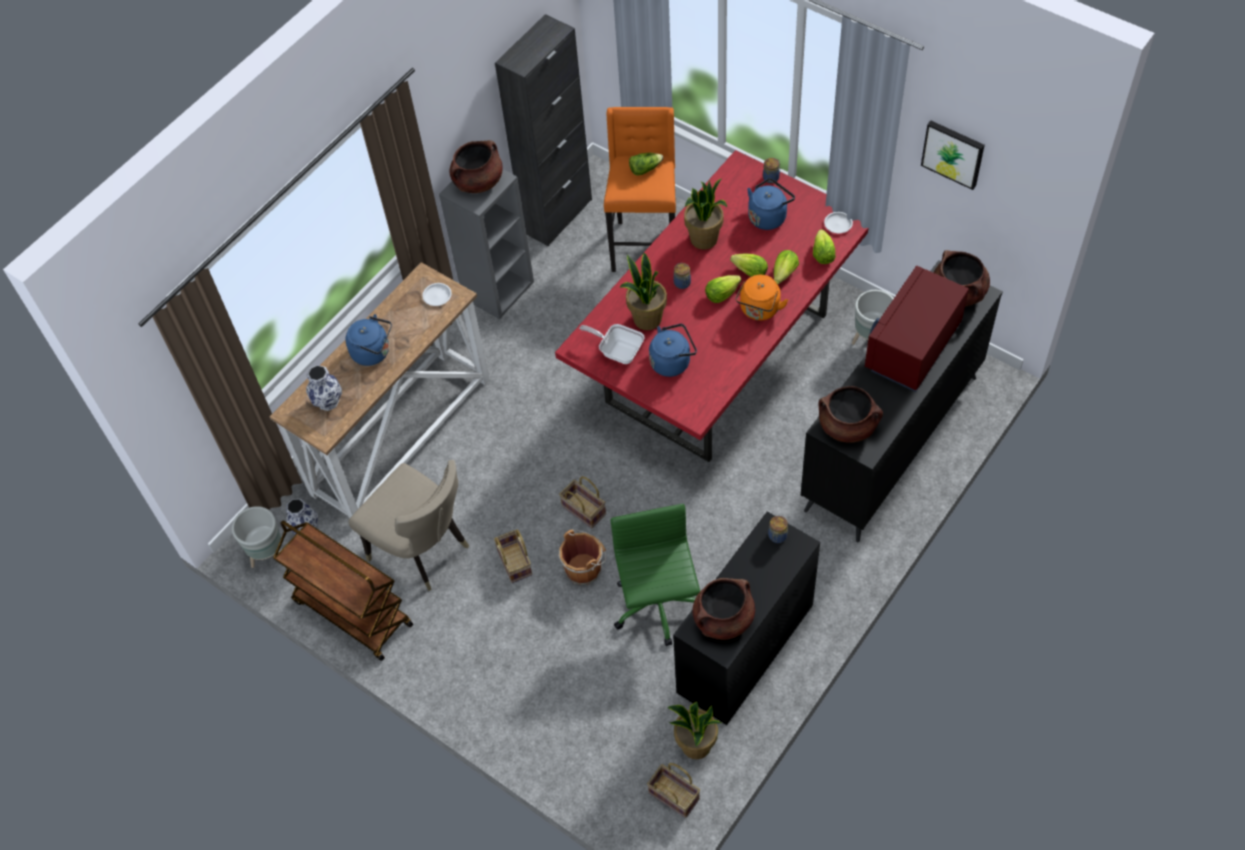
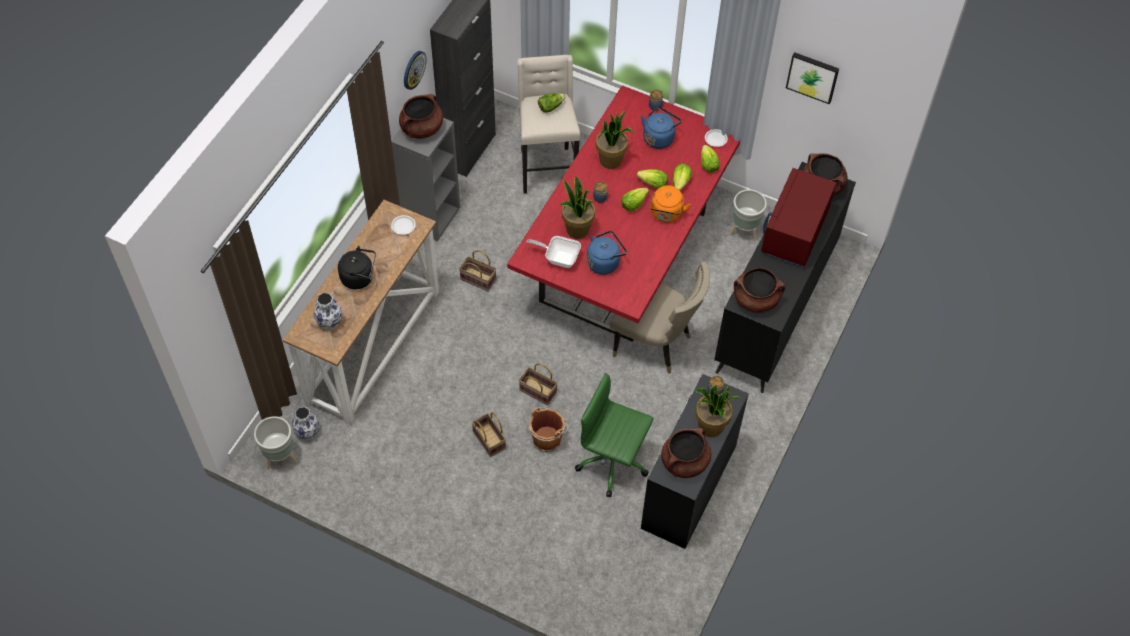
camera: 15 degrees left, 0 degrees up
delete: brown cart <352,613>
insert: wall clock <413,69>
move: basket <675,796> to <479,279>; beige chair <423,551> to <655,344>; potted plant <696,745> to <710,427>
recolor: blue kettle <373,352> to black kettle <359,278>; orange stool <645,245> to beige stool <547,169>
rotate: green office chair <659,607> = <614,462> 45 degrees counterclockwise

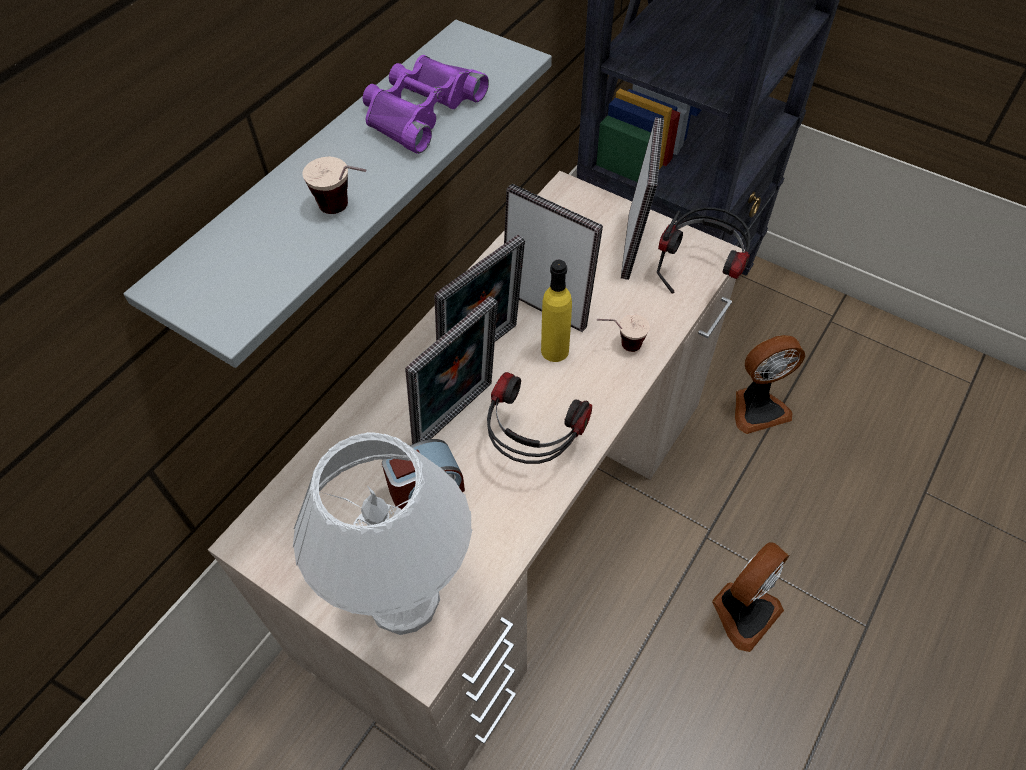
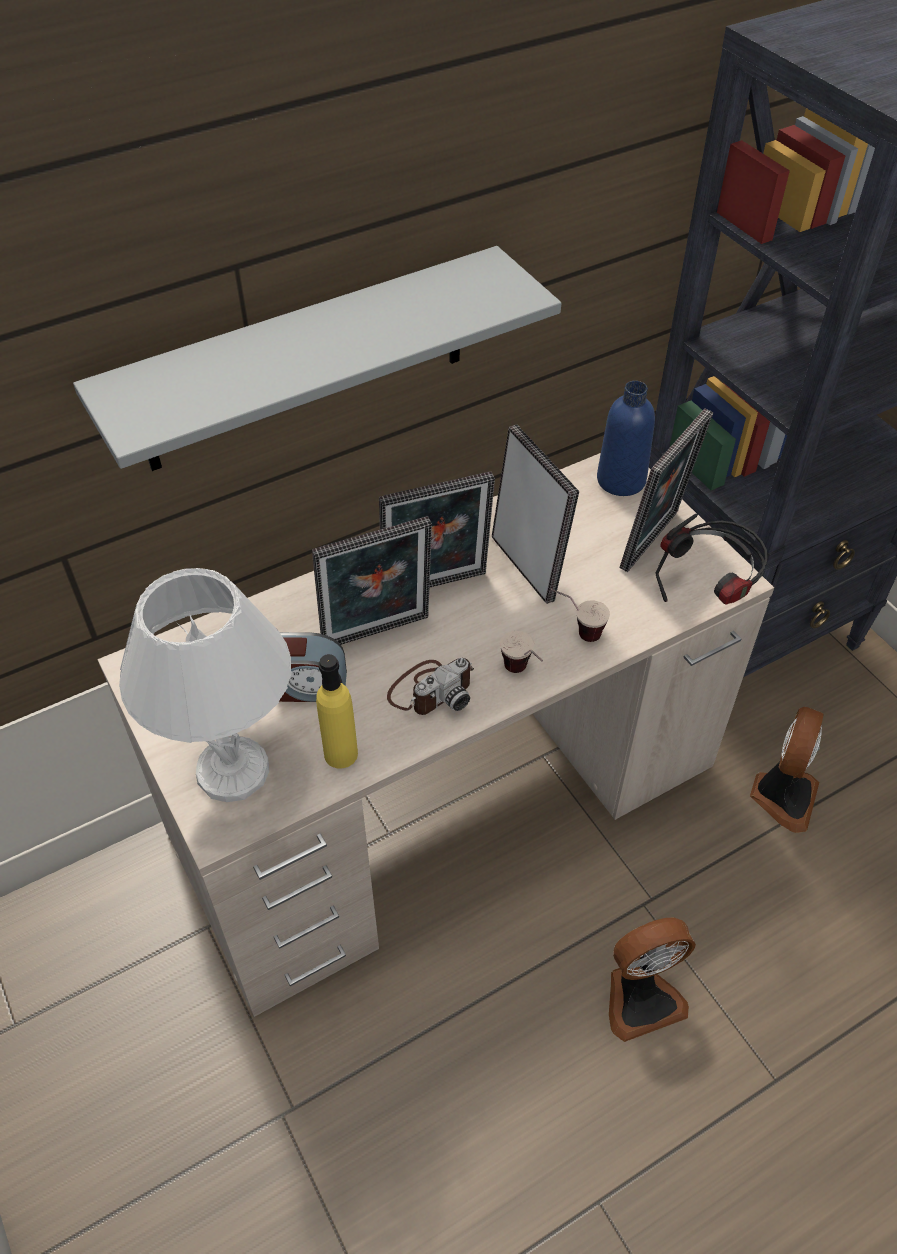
camera: 25 degrees right, 5 degrees down
delete: purple binoculars <420,110>
insert: blue bottle <621,480>
move: yellow bottle <555,350> to <341,754>; cup <347,212> to <522,674>
replace: headphones <533,447> to photo camera <431,690>
rotate: fan <757,407> = <782,796> 75 degrees counterclockwise

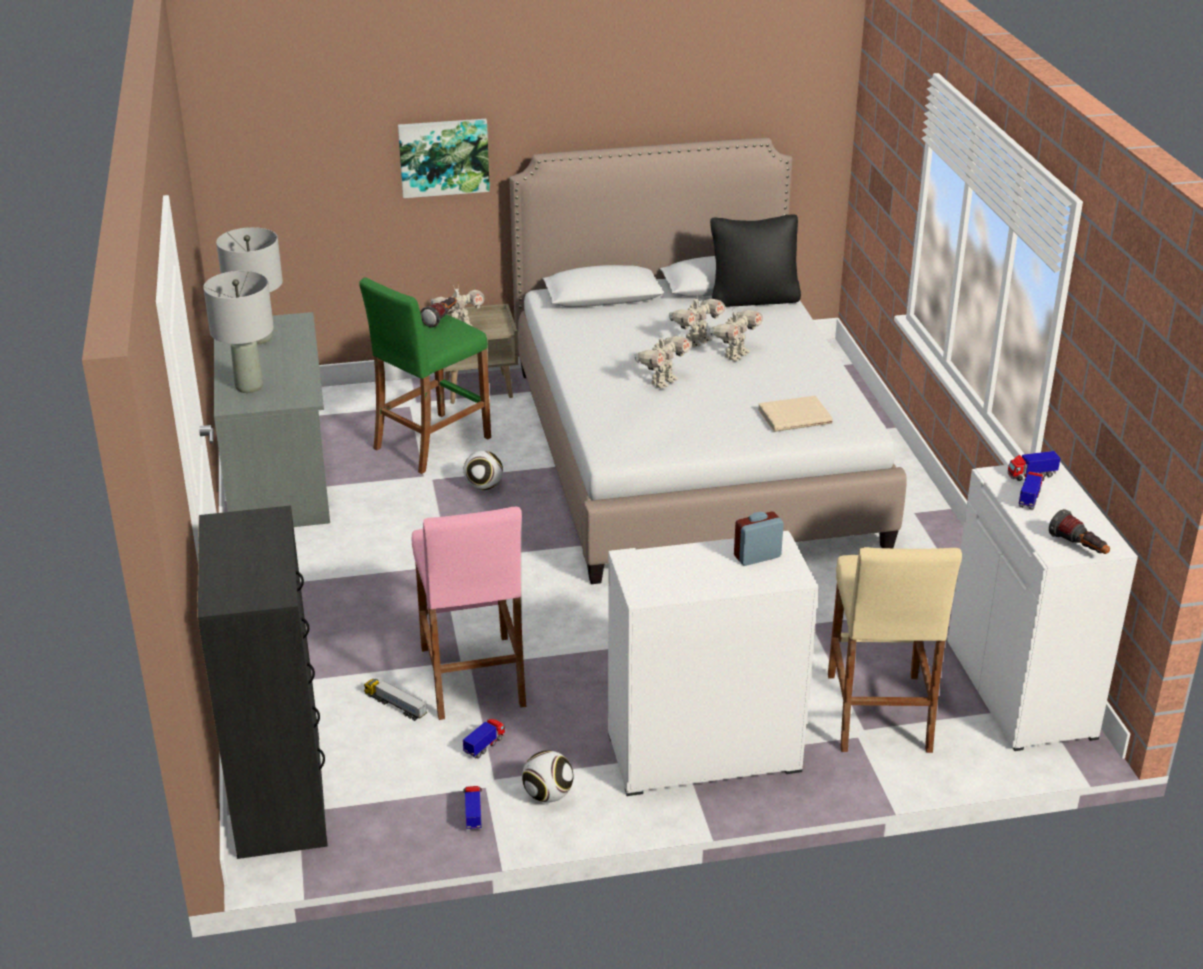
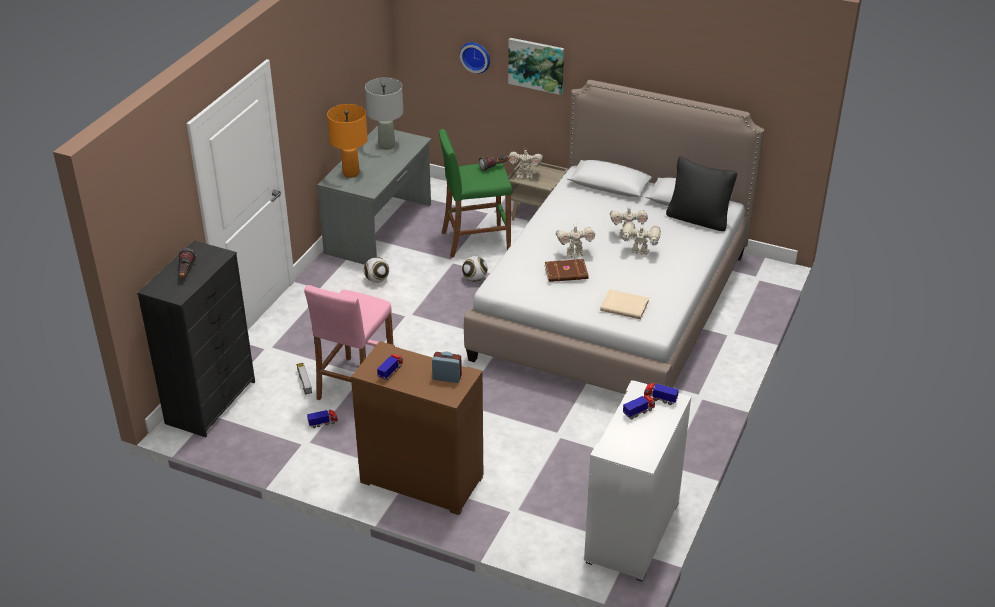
camera: 35 degrees right, 5 degrees up
delete: beige stool <878,713>
insert: wall clock <476,56>; brown book <566,273>
move: flashlight <1079,548> to <186,272>; football <547,795> to <377,280>; toy truck <473,816> to <390,372>
recolor: grey table lamp <249,387> to orange table lamp <350,173>; white cabinet <702,754> to brown cabinet <420,480>
rotate: toy robot <735,355> = <639,253> 150 degrees counterclockwise

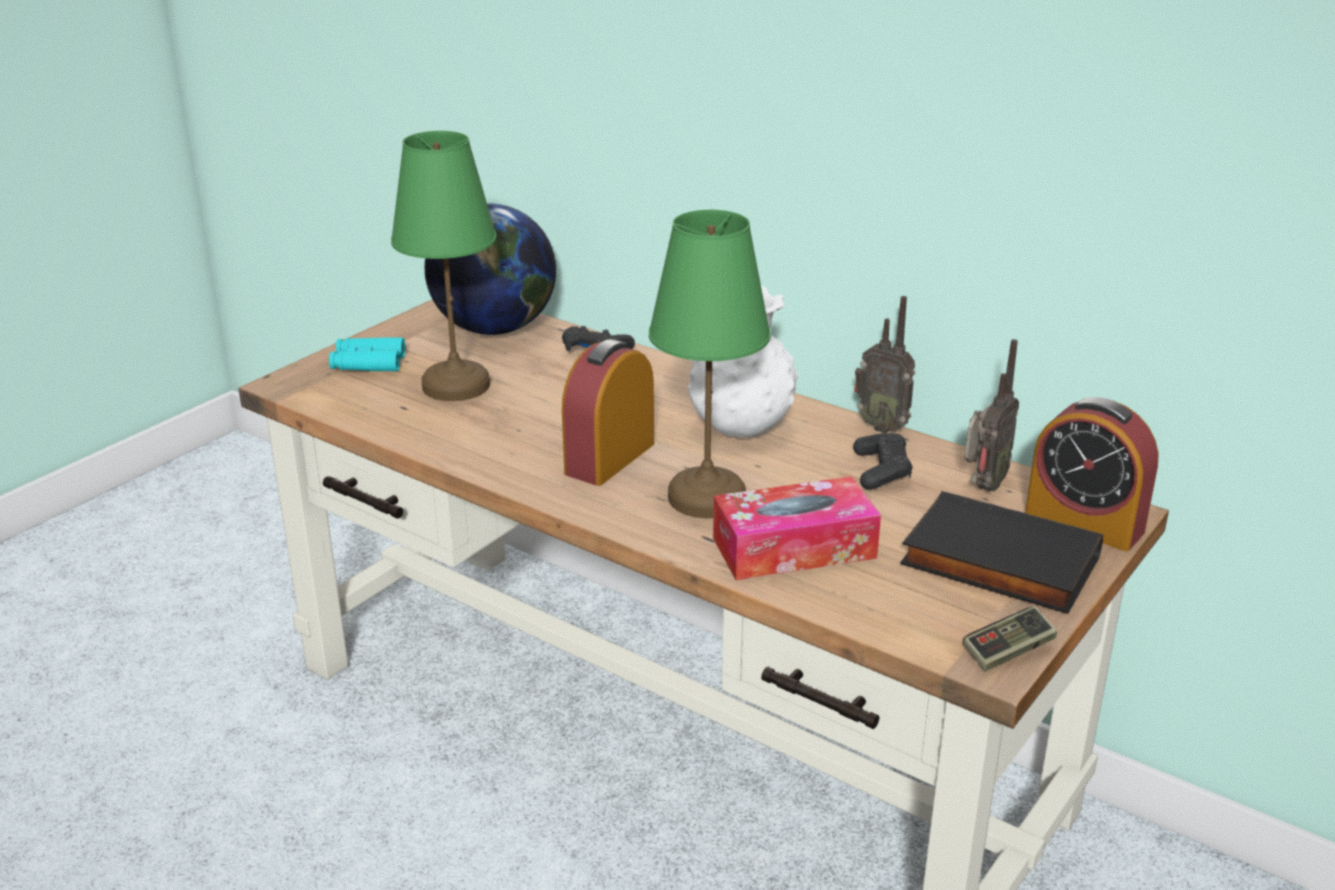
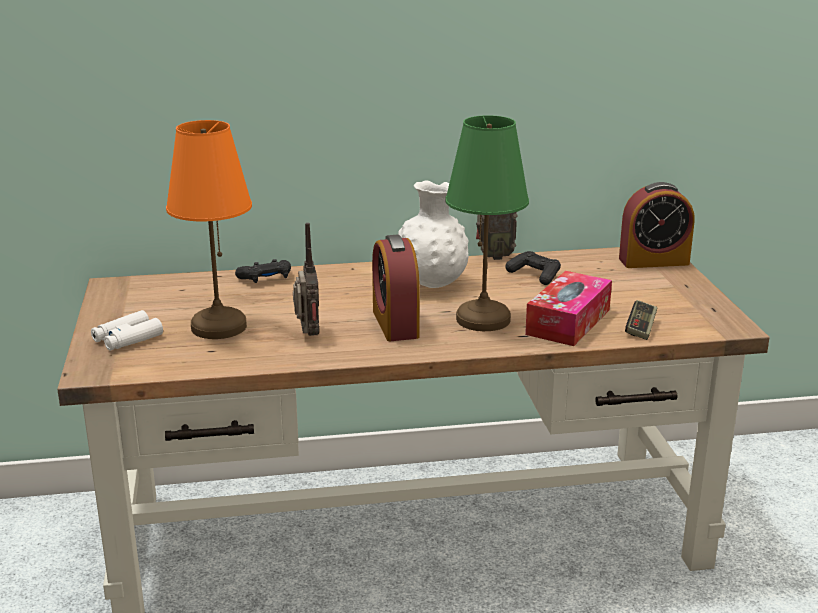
camera: 45 degrees left, 5 degrees down
delete: globe <495,328>; black book <997,563>
move: radio <982,486> to <307,335>; game controller <1008,651> to <641,328>
recolor: turquoise binoculars <368,363> to white binoculars <127,339>; green table lamp <454,385> to orange table lamp <217,327>

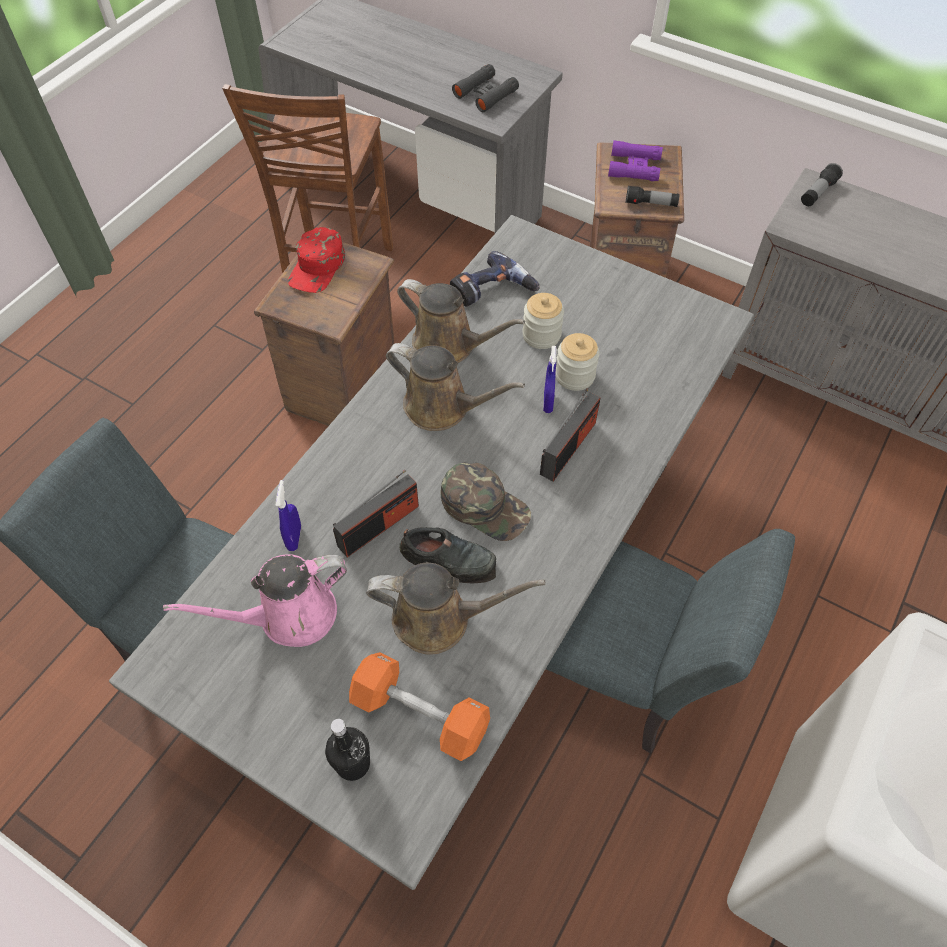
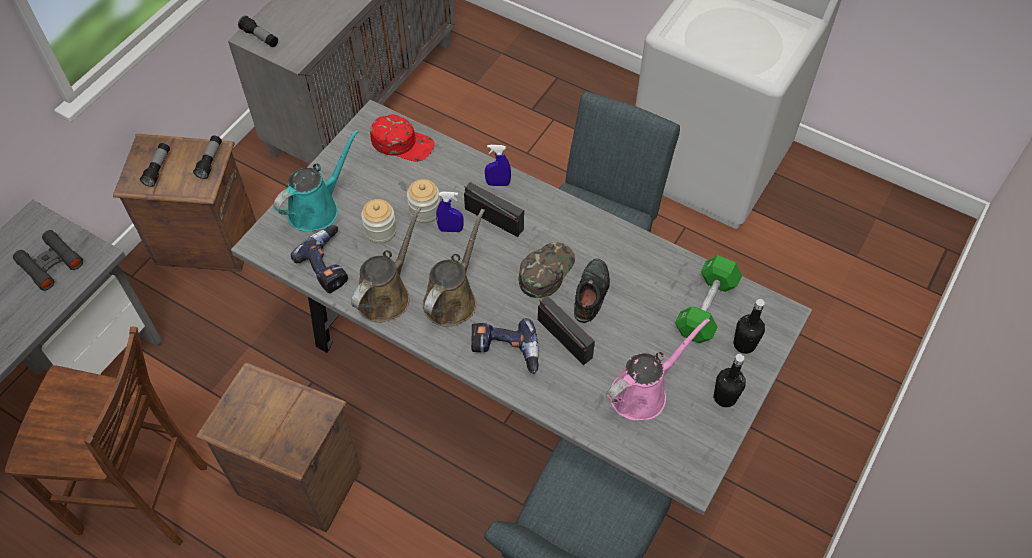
camera: 90 degrees left, 0 degrees up
delete: brown watering can <439,619>
insert: turquoise watering can <317,208>; power drill <505,352>; black bottle <725,397>
move: red cap <318,267> to <402,143>; blue spray bottle <294,537> to <498,183>
replace: purple binoculars <634,167> to flashlight <158,169>
recolor: orange dumbbell <420,713> to green dumbbell <706,307>
rotate: pink watering can <289,616> = <643,392> 105 degrees counterclockwise

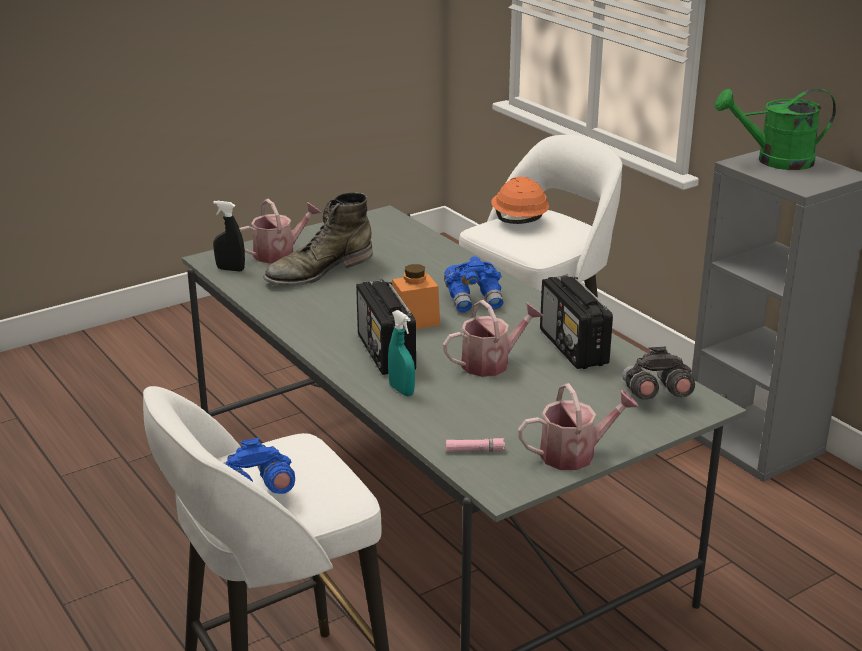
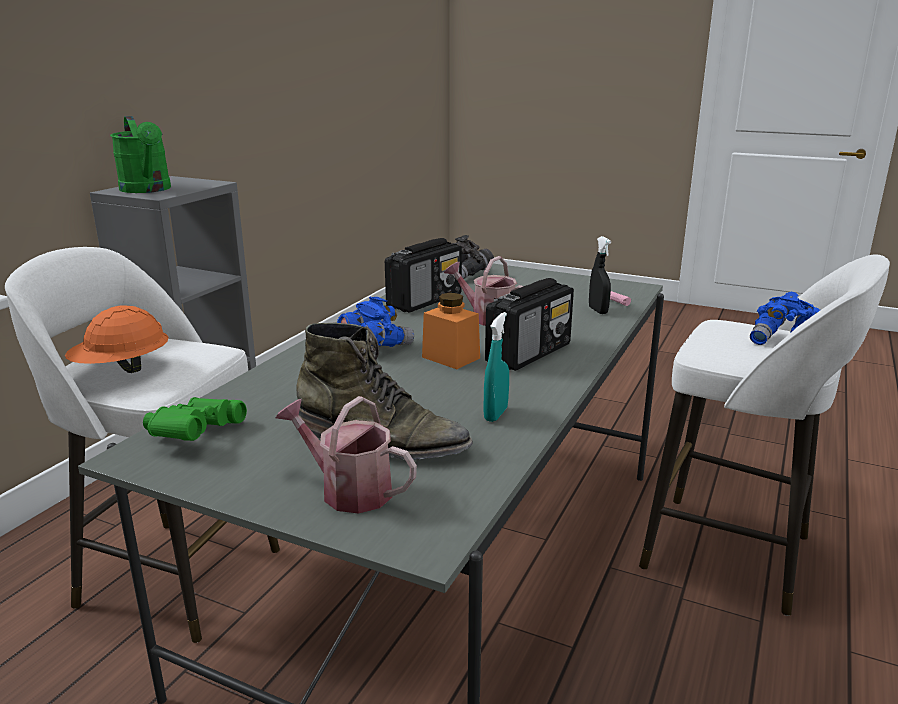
camera: 120 degrees left, 5 degrees down
delete: watering can <575,454>
insert: green binoculars <194,435>
move: turquoise spray bottle <401,390> to <495,414>; black spray bottle <230,269> to <598,310>

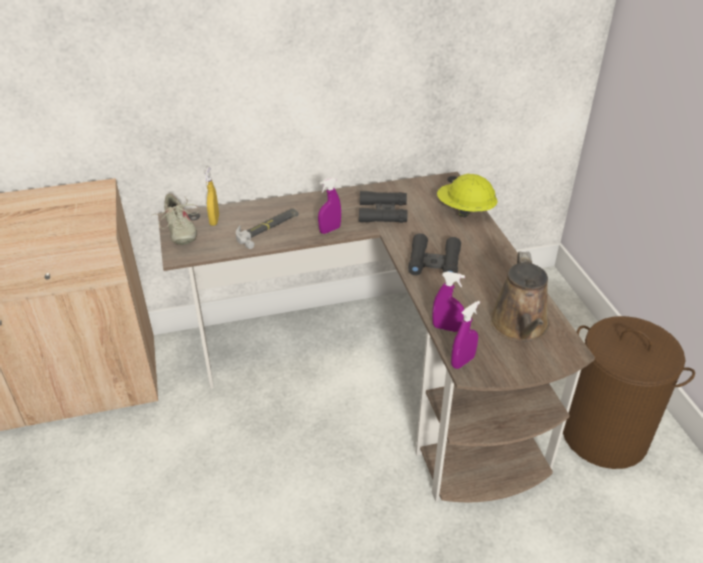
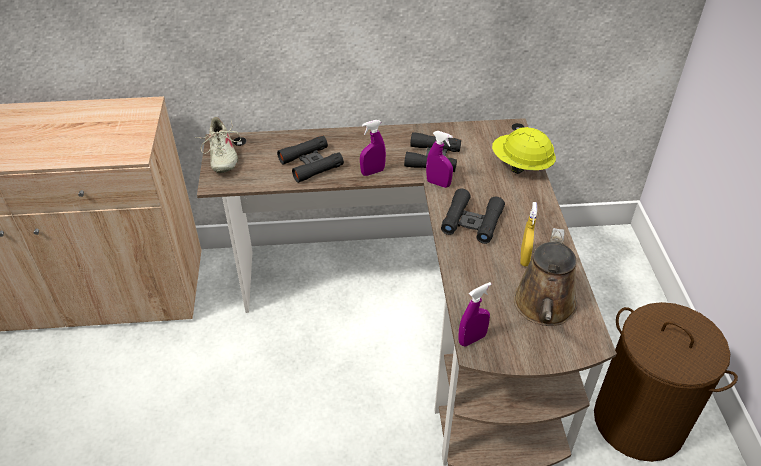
camera: 10 degrees right, 5 degrees up
move: purple spray bottle <446,328> to <438,183>; yellow spray bottle <214,220> to <524,258>
replace: hammer <268,229> to black binoculars <311,164>

